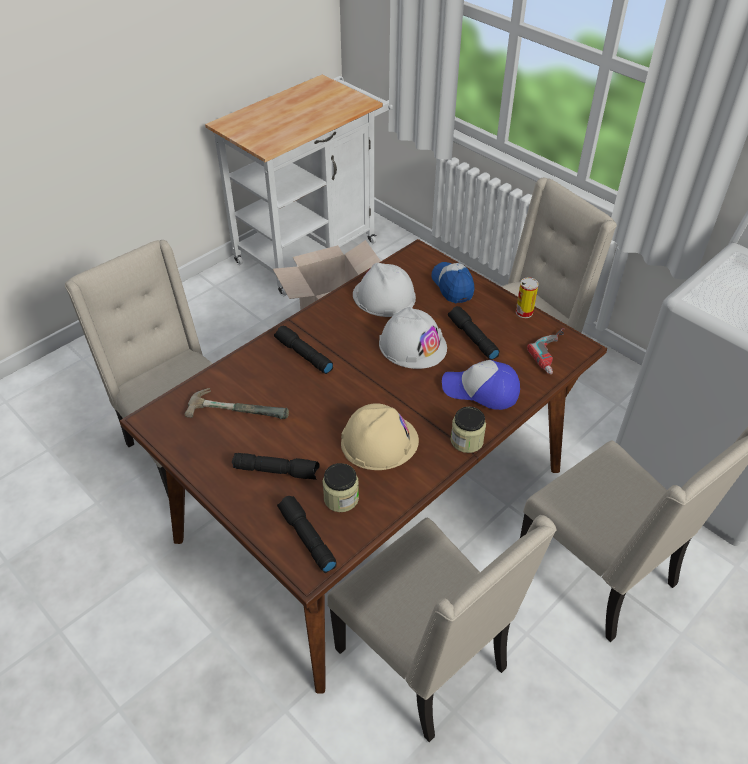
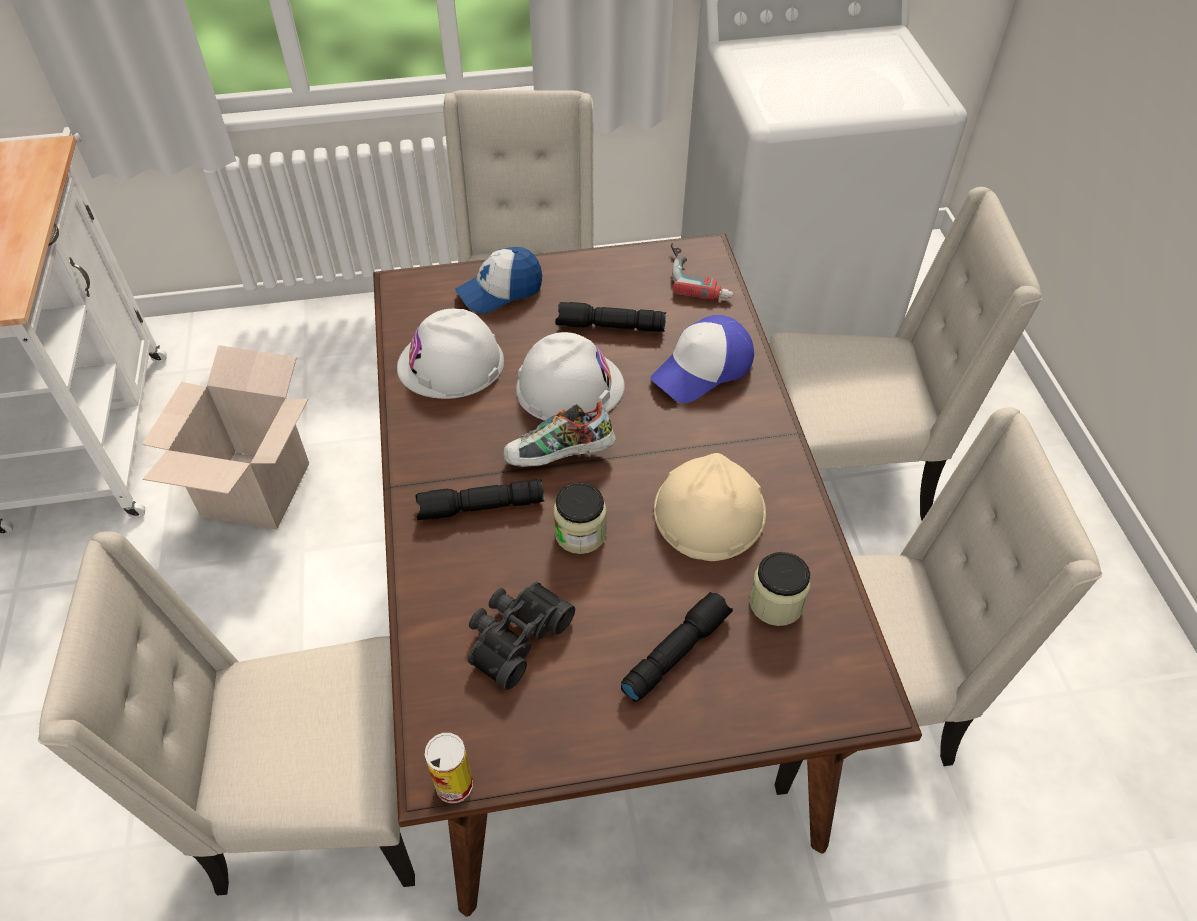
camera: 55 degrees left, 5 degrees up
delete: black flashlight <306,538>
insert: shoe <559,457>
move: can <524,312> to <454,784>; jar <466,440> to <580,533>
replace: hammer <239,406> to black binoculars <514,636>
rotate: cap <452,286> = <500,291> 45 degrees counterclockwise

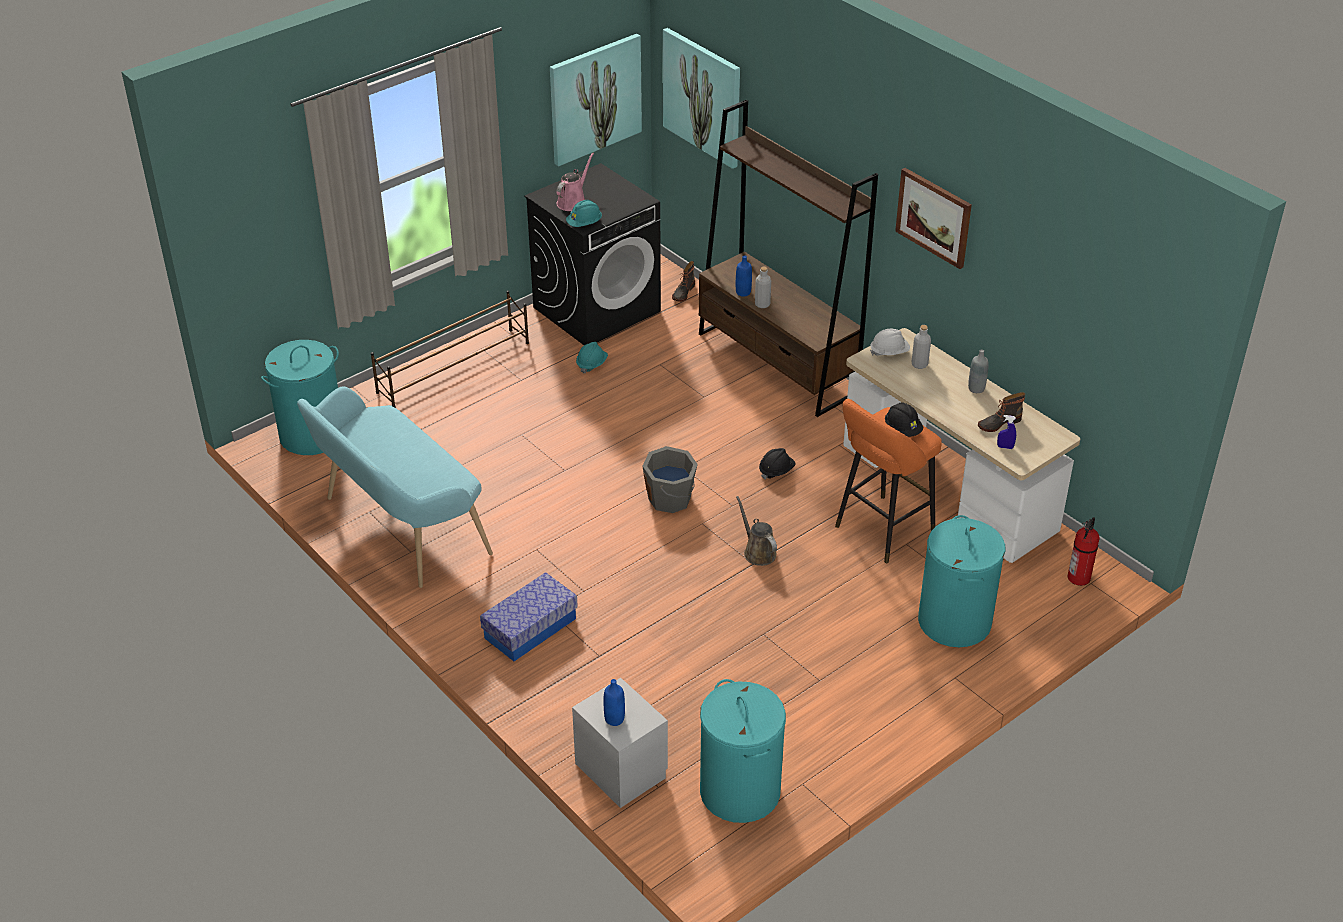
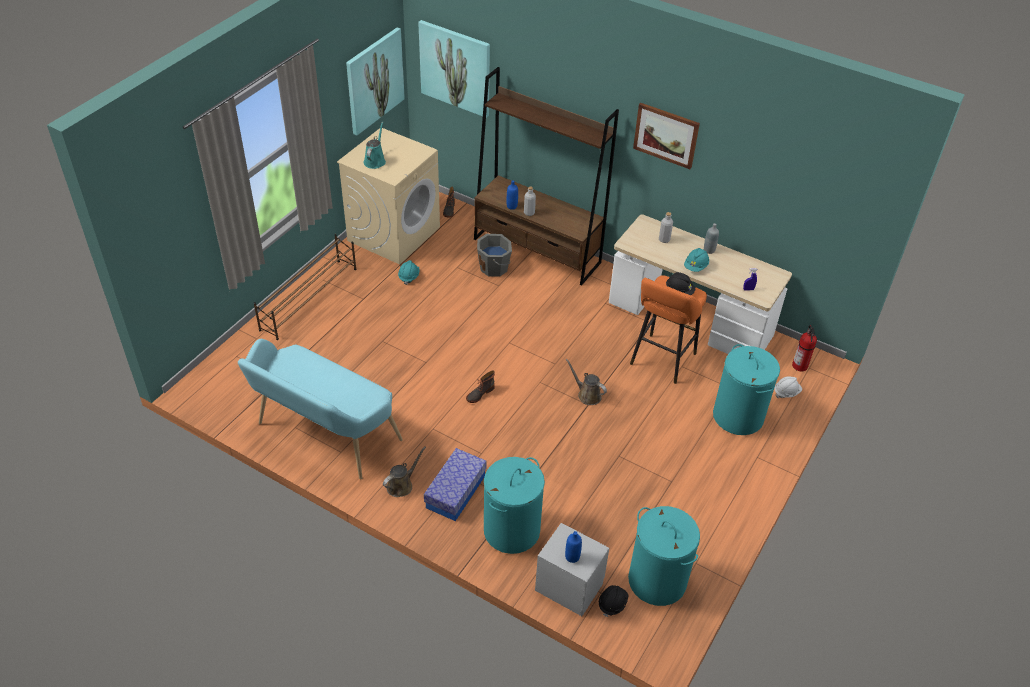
camera: 20 degrees left, 5 degrees up
insert: brown watering can <401,485>
move: boot <998,423> to <479,393>; grey bucket <671,499> to <494,267>; turquoise laundry basket <312,435> to <512,530>; black hard hat <776,471> to <612,604>; turquoise hard hat <584,224> to <696,266>; white hard hat <889,352> to <786,392>
recolor: black washing machine <597,309> to beige washing machine <394,233>; pink watering can <573,202> to turquoise watering can <375,160>

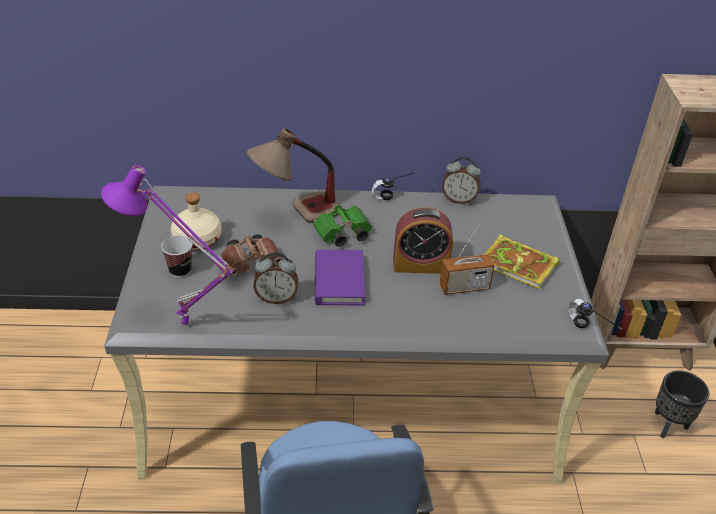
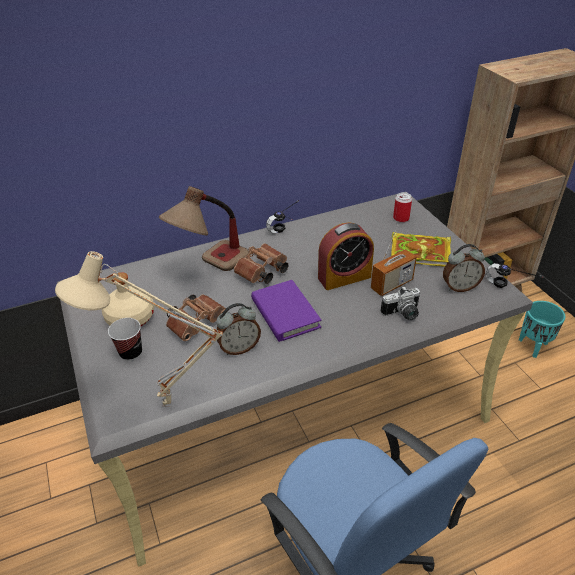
camera: 20 degrees left, 0 degrees up
insert: photo camera <403,314>; can <401,218>
move: alarm clock <459,199> to <459,287>
recolor: purple table lamp <182,328> to beige table lamp <166,409>; green binoculars <341,235> to brown binoculars <262,273>; black planter <669,425> to turquoise planter <534,346>

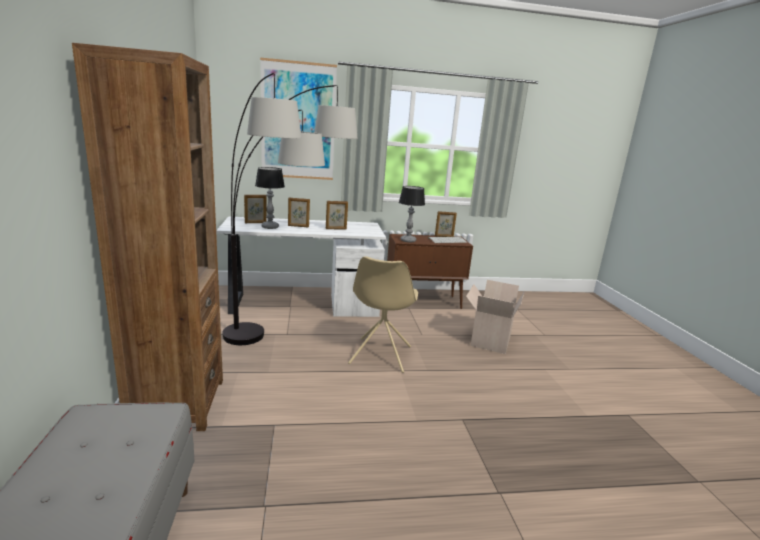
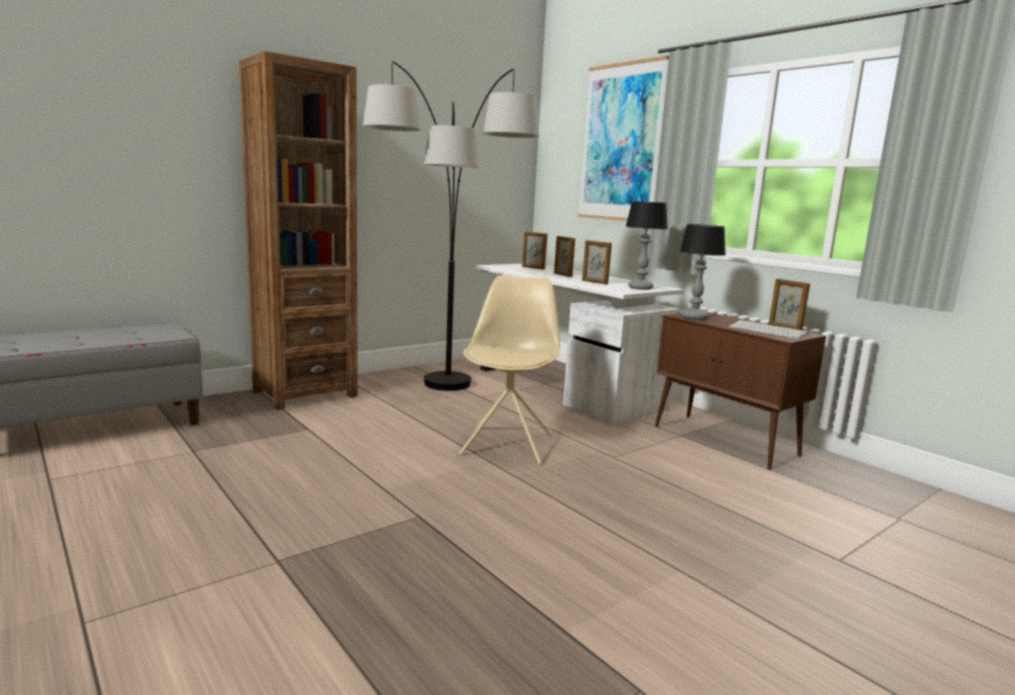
camera: 60 degrees right, 5 degrees down
delete: cardboard box <489,341>
move: table lamp <270,227> to <640,288>
rotate: beige chair <380,355> = <508,444> 120 degrees clockwise

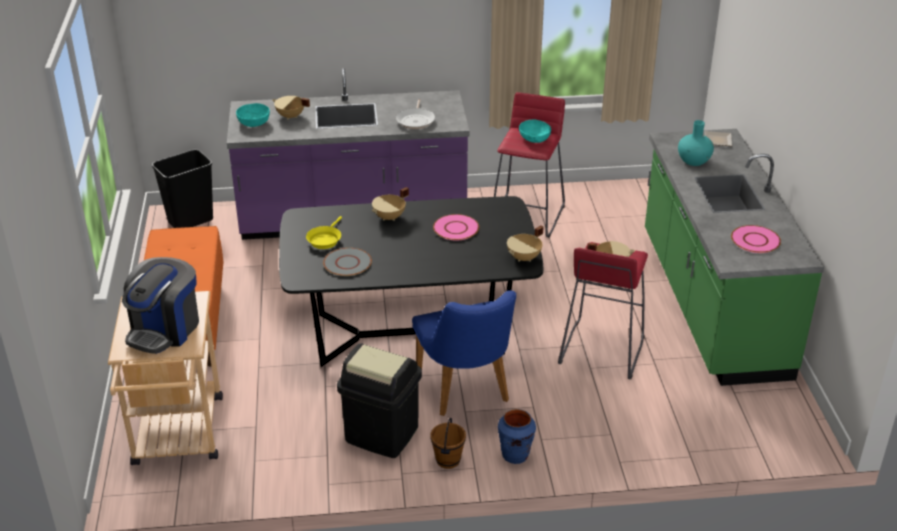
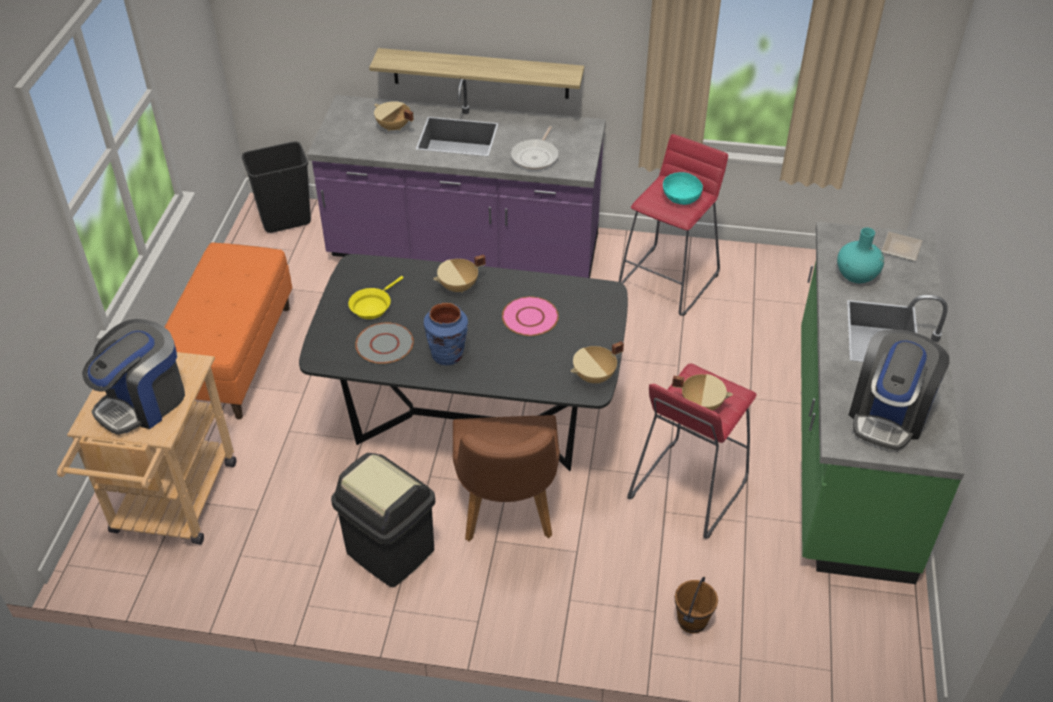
camera: 15 degrees right, 10 degrees up
delete: turquoise bowl <254,123>
insert: shelf <480,73>
move: blue vase <515,455> to <447,355>; brown bucket <448,460> to <692,621>
replace: pink plate <755,240> to coffee machine <888,414>
recolor: blue chair <466,392> to brown chair <507,514>

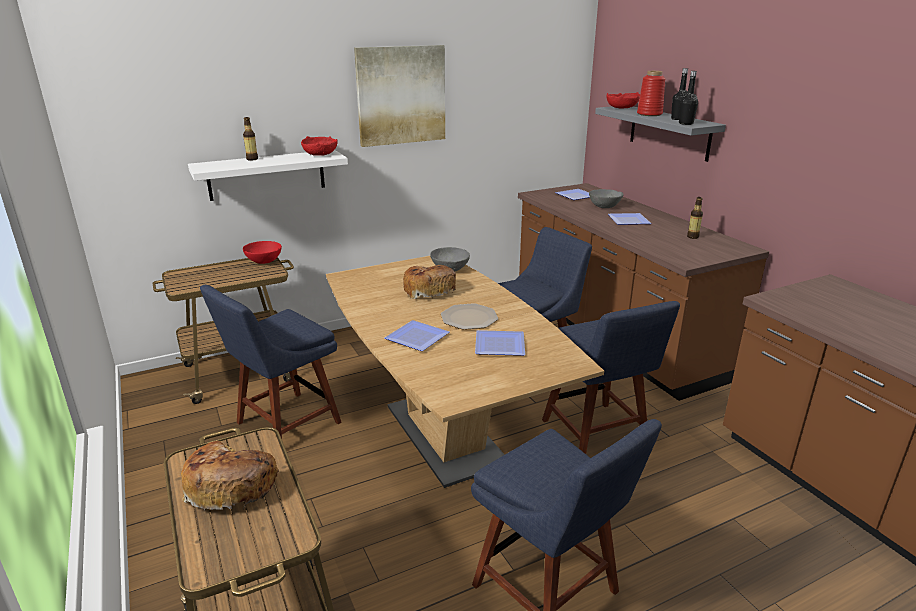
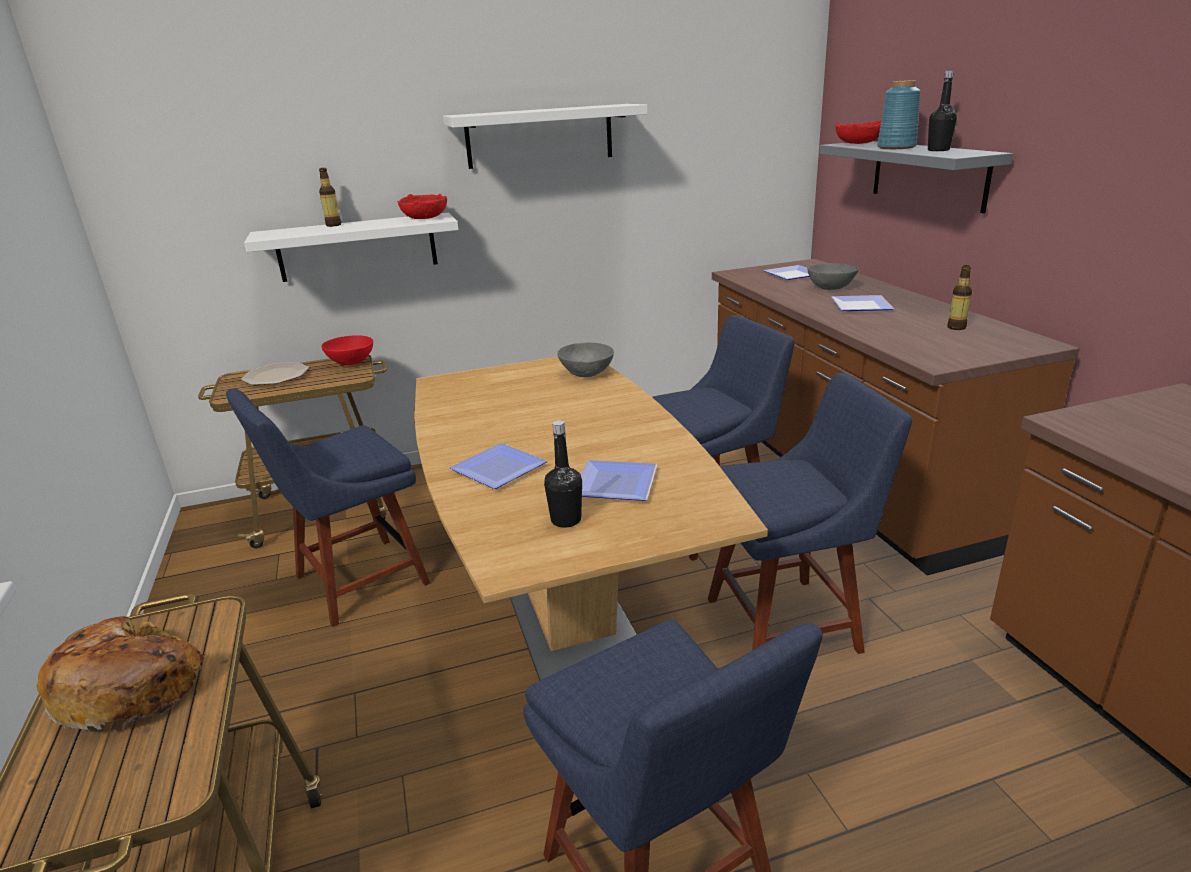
camera: 10 degrees right, 0 degrees up
delete: bread <428,290>
move: plate <469,318> to <276,375>; black bottle <685,123> to <566,520>
replace: picture <401,95> to white shelf <540,136>
recolor: red vase <649,114> to blue vase <895,147>
rotate: blue chair <597,435> = <789,622> 90 degrees counterclockwise

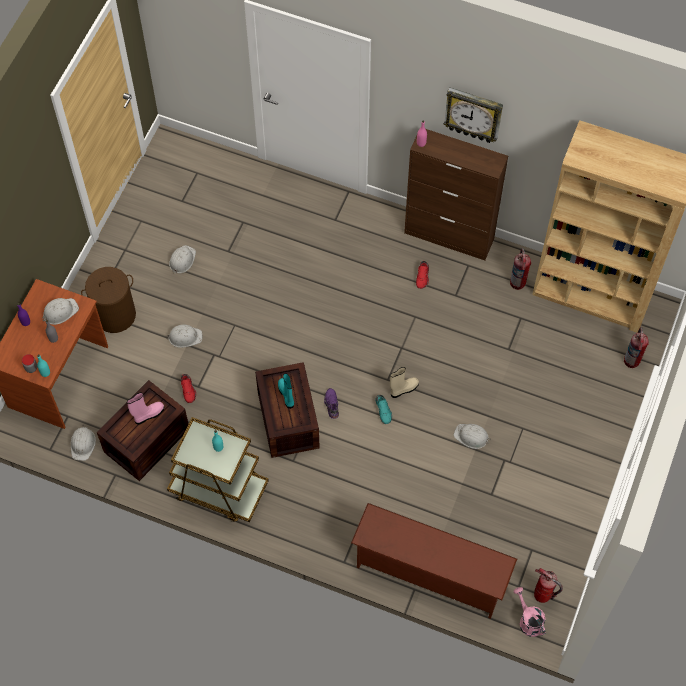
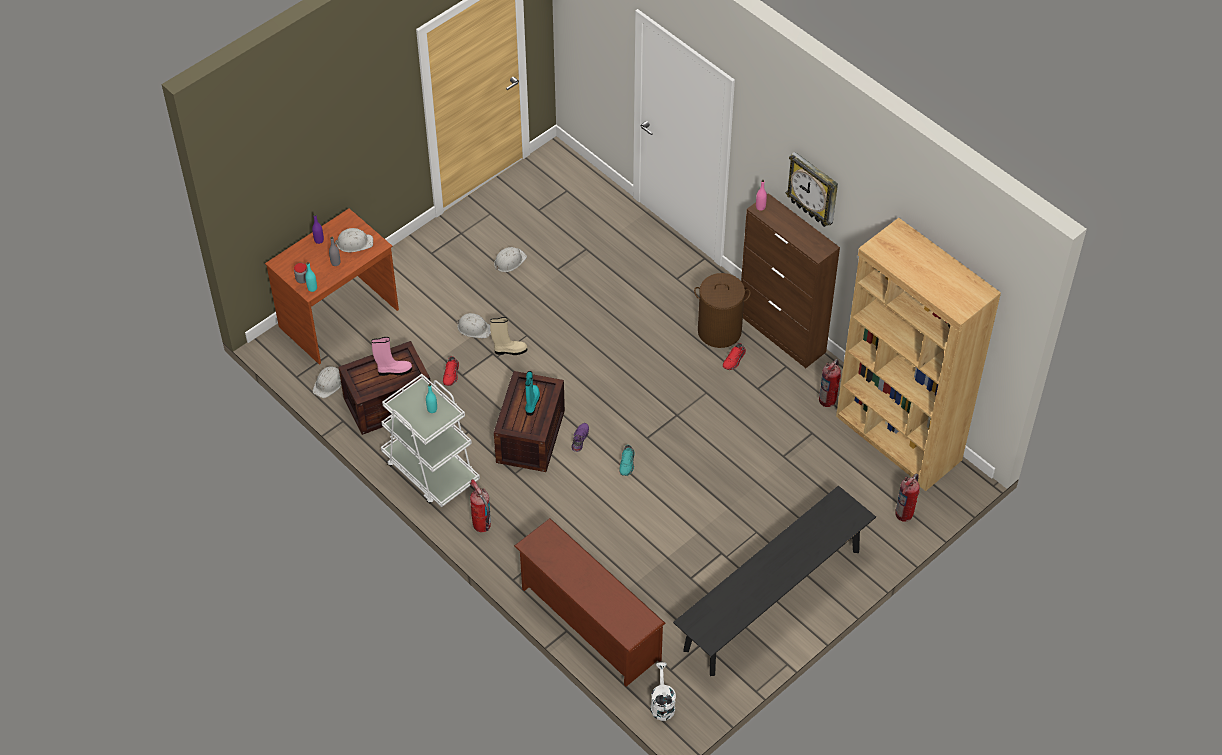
camera: 25 degrees right, 10 degrees down
delete: white hard hat <471,436>
insert: black bench <772,599>
move: fire extinguisher <542,595> to <481,525>; beige boot <403,389> to <509,350>; brown laundry basket <115,315> to <720,331>
recolor: brown cart <218,489> to white cart <430,470>; pink watering can <528,620> to white watering can <662,704>

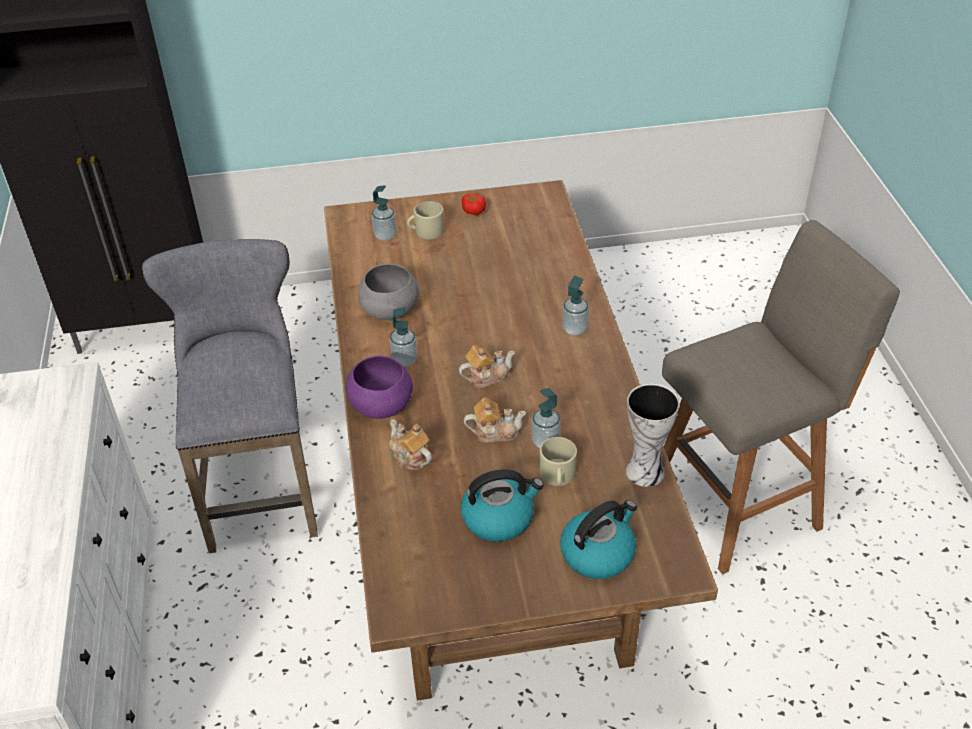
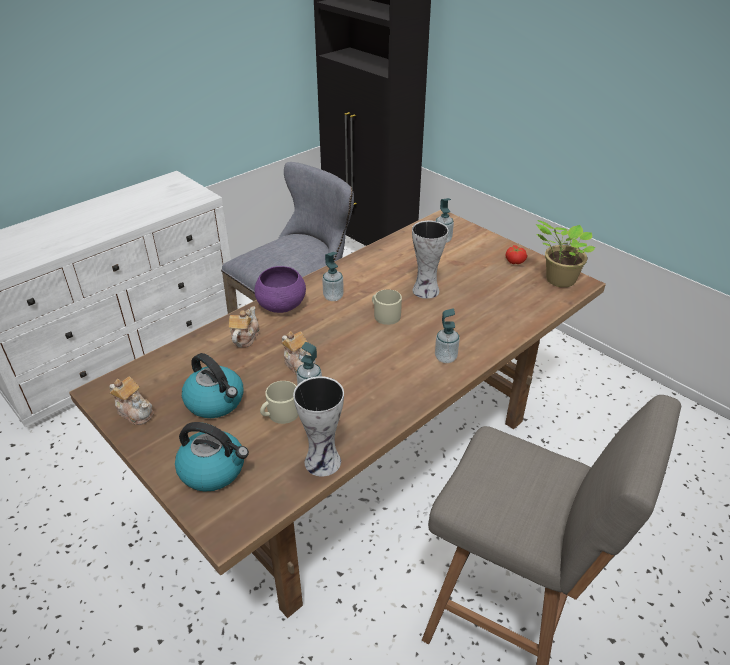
camera: 55 degrees right, 5 degrees down
delete: grey bowl <389,311>
insert: vase <425,291>; potted plant <558,280>
move: teapot <487,377> to <135,411>; beige mug <426,231> to <384,315>

